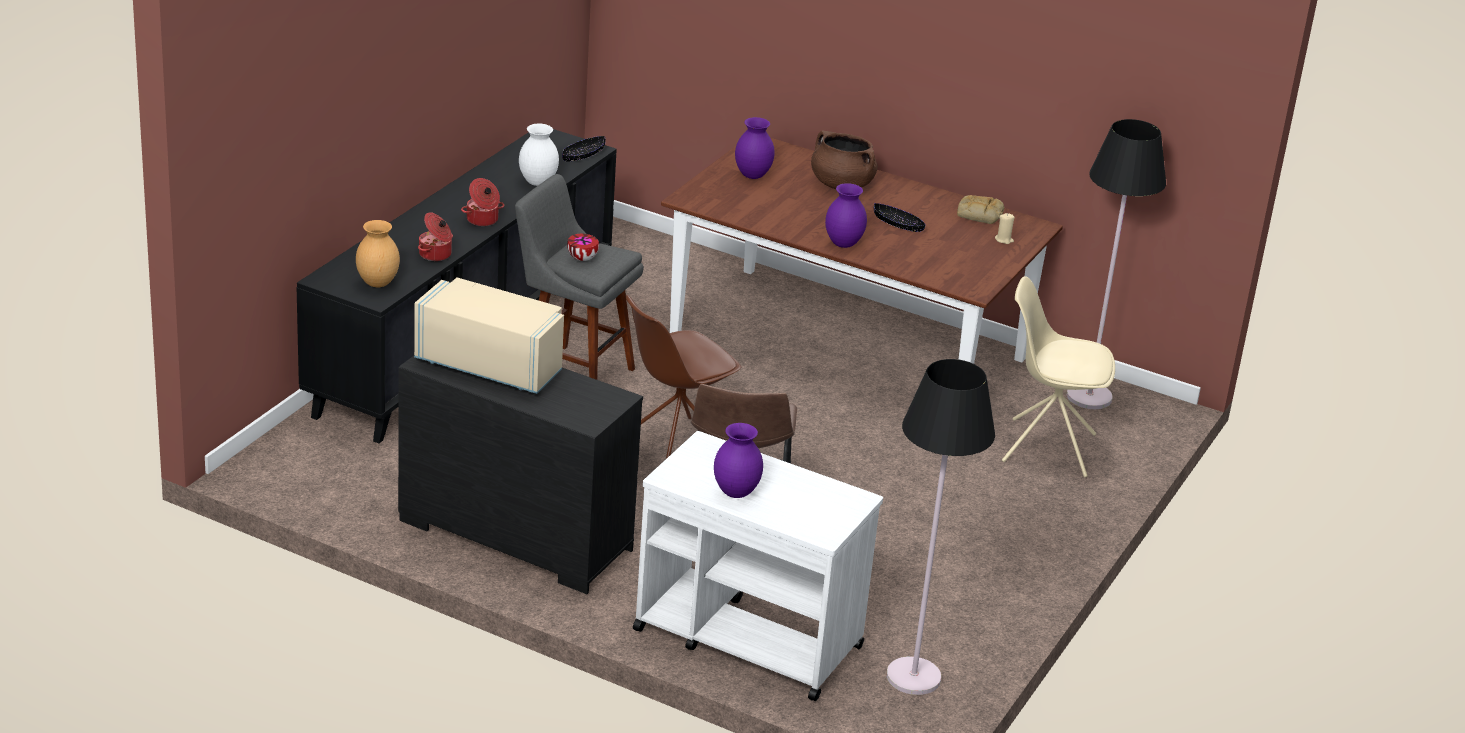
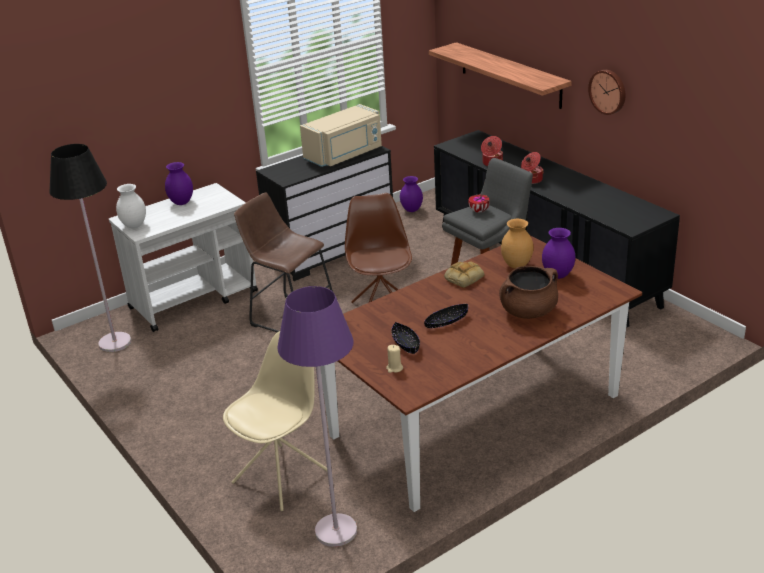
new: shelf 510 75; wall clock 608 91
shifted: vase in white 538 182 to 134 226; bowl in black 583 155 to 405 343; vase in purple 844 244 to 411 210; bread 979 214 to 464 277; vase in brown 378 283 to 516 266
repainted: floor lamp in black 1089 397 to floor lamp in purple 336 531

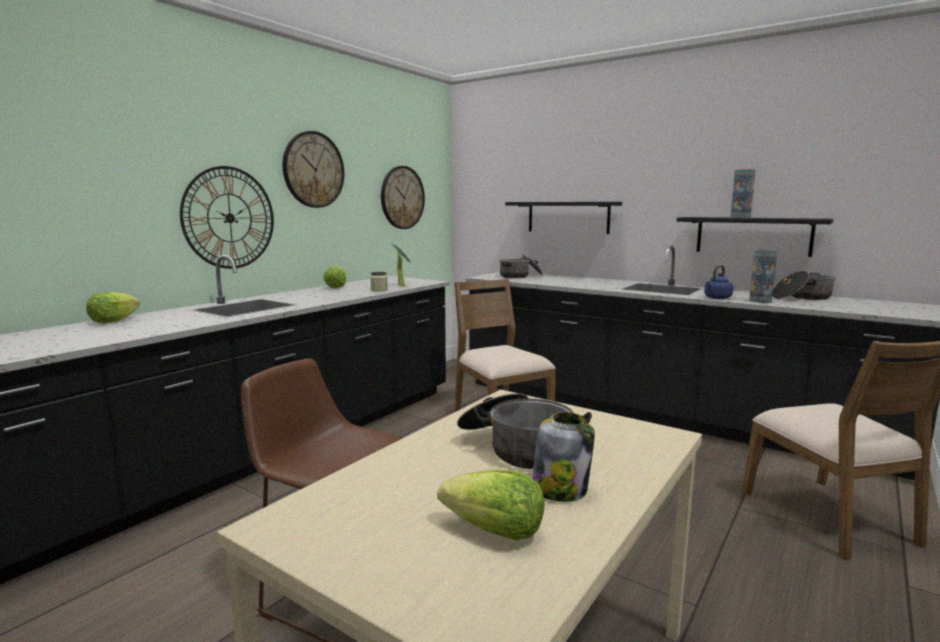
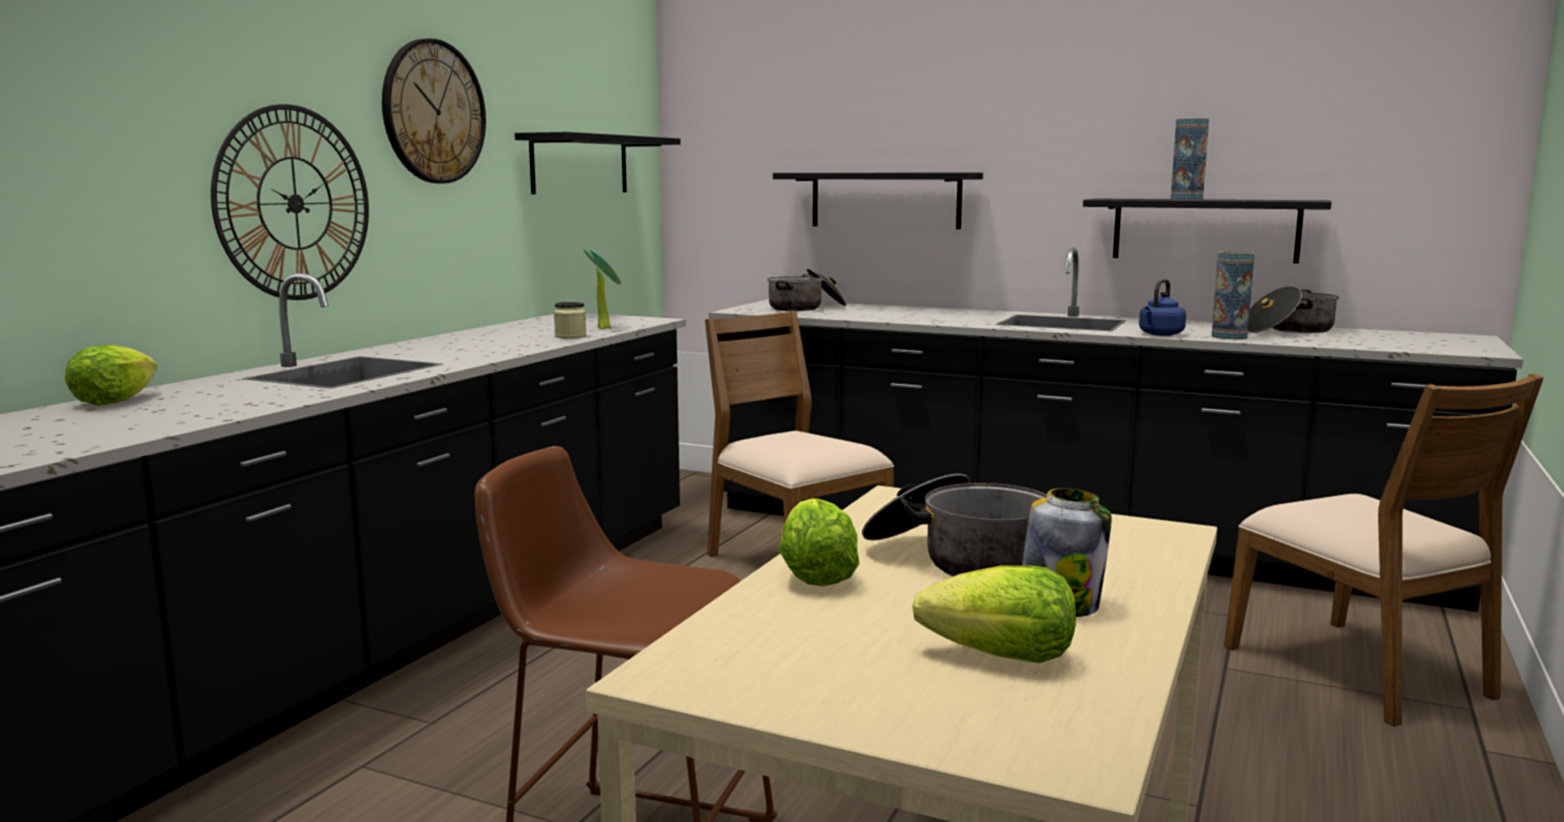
shifted: lettuce 336 287 to 815 576
swapped: wall clock 402 197 to shelf in black 580 164

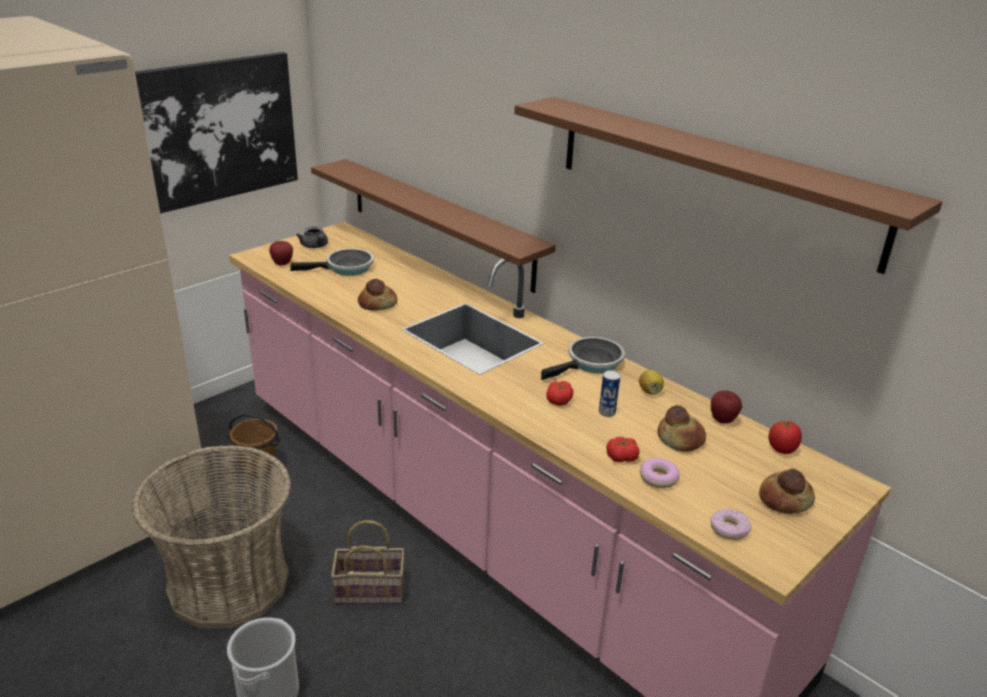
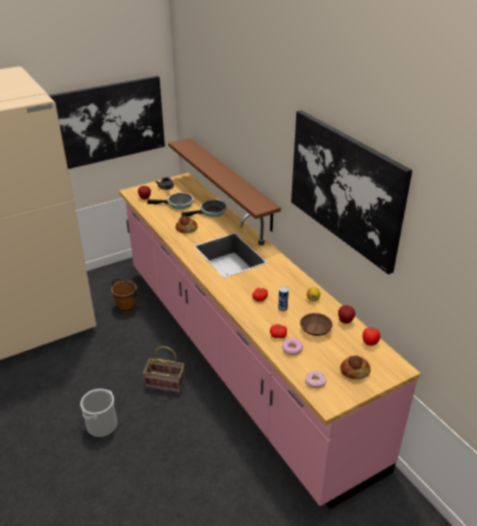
gone: basket 228 584
shifted: frying pan 591 363 to 211 212
swapped: shelf in brown 711 177 to picture 345 187; bread 680 439 to bowl in brown 315 329

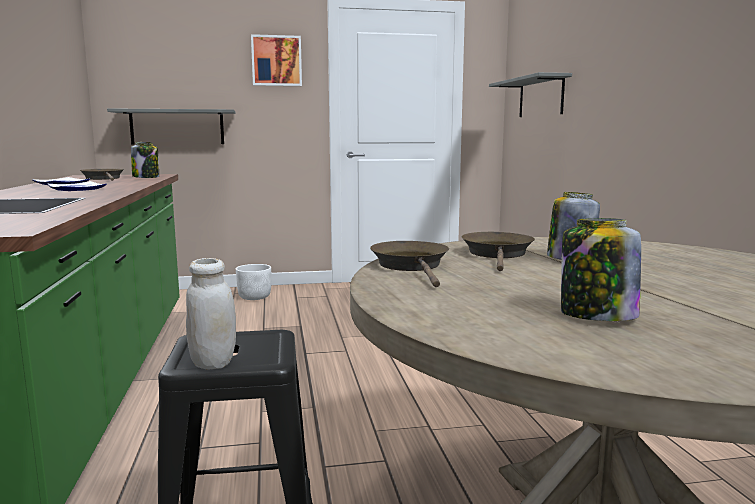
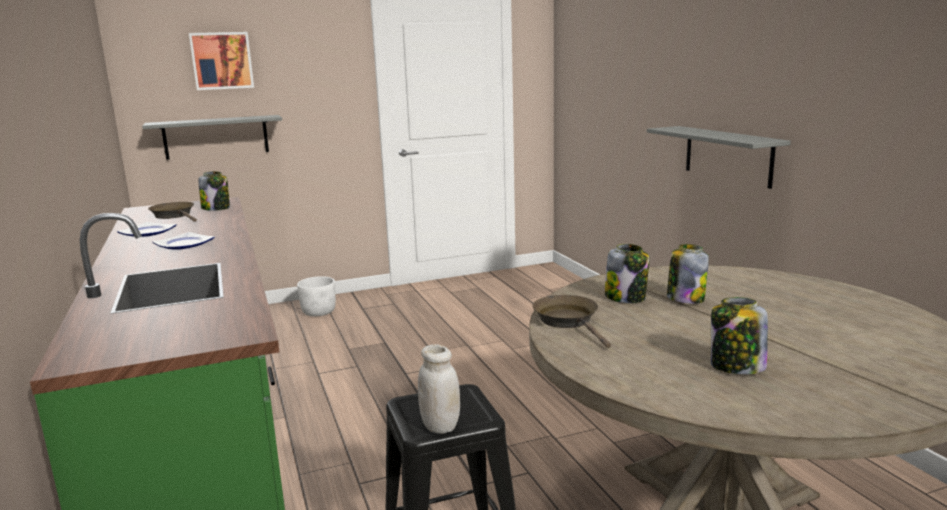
shifted: picture 276 61 to 222 61; shelf in grey 541 97 to 727 155
swapped: frying pan in brown 498 254 to jar 626 297

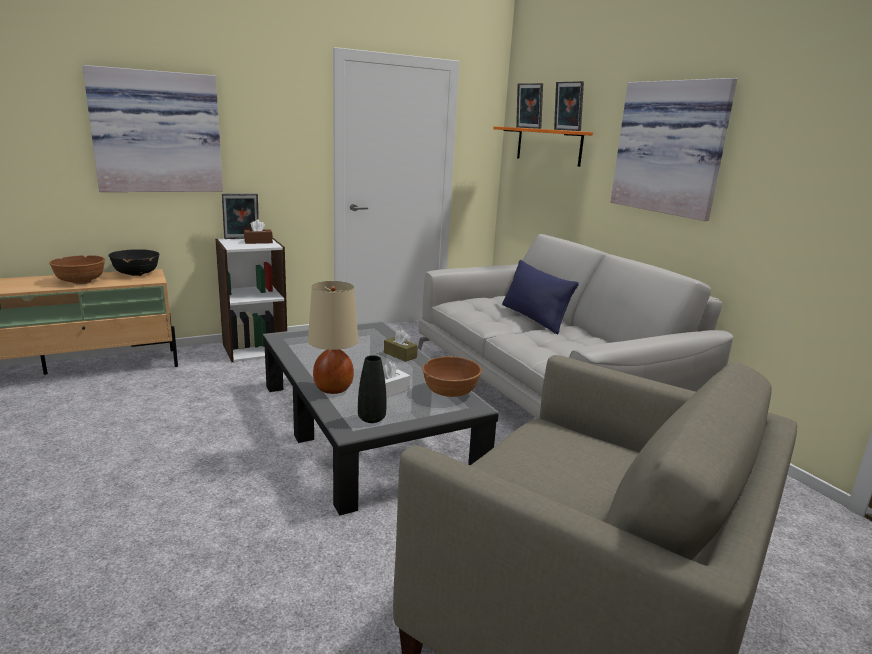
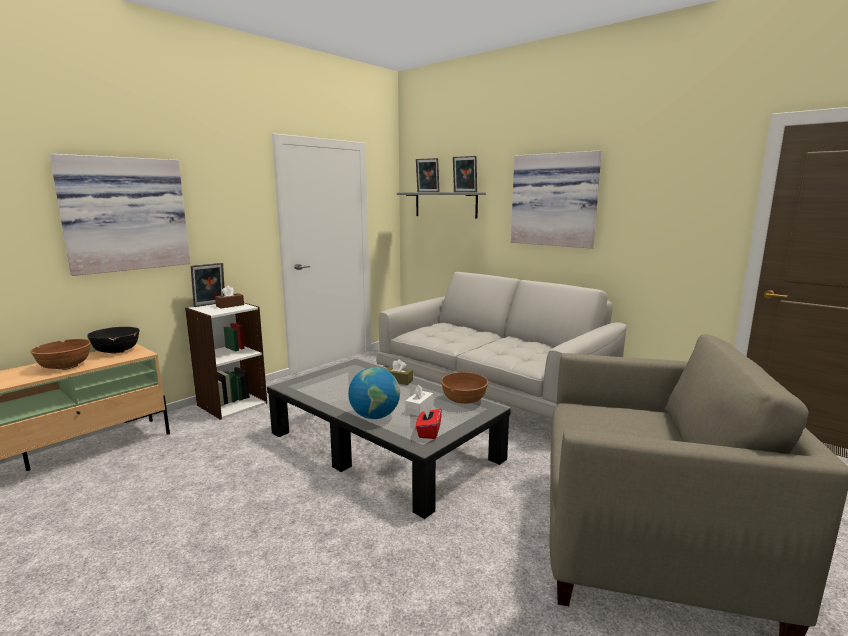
gone: pillow in blue 533 318
swapped: table lamp in beige 333 388 to globe 374 416; vase in black 371 418 to tissue box in red 428 432
repainted: shelf in orange 548 146 to shelf in grey 445 204

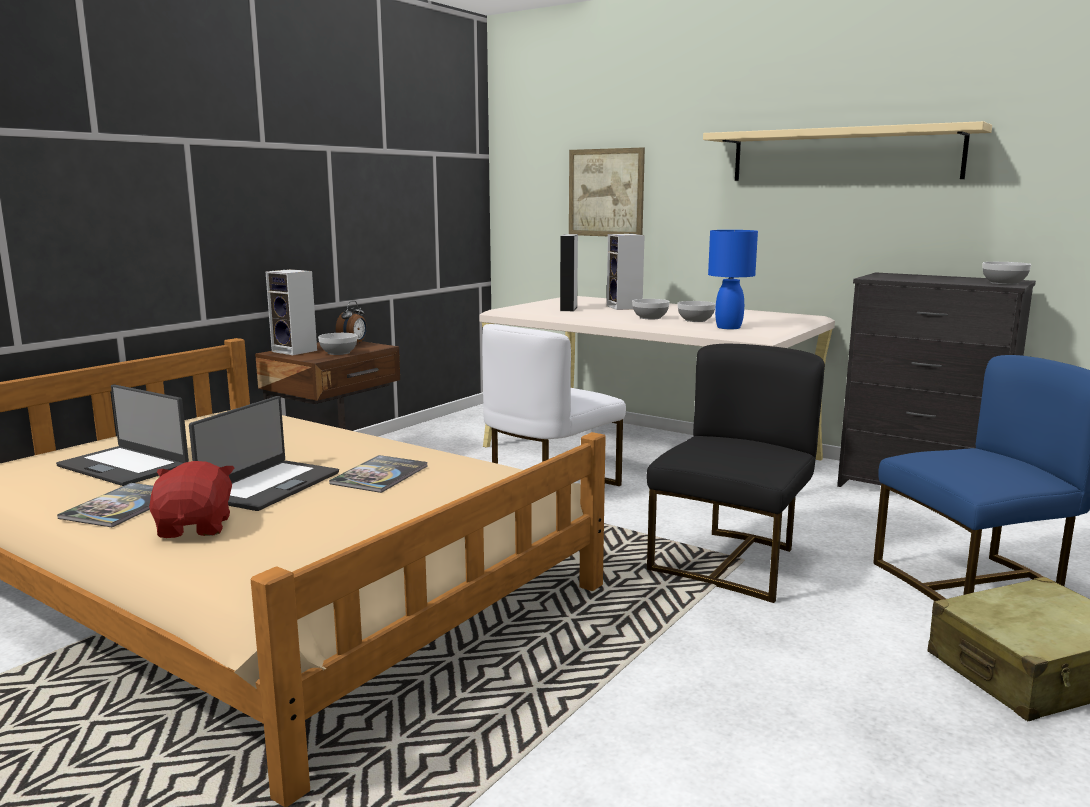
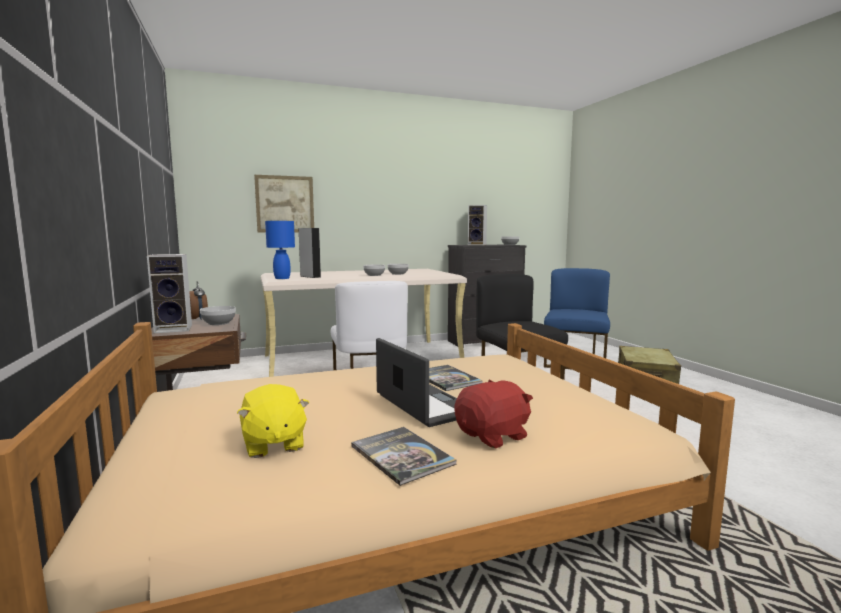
gone: shelf in beige 843 155
shifted: table lamp in blue 728 327 to 282 278; speaker 625 307 to 477 245
swapped: laptop 124 466 to plush toy in yellow 273 444
rotated: plush toy in red 196 527 = 493 436 120 degrees clockwise

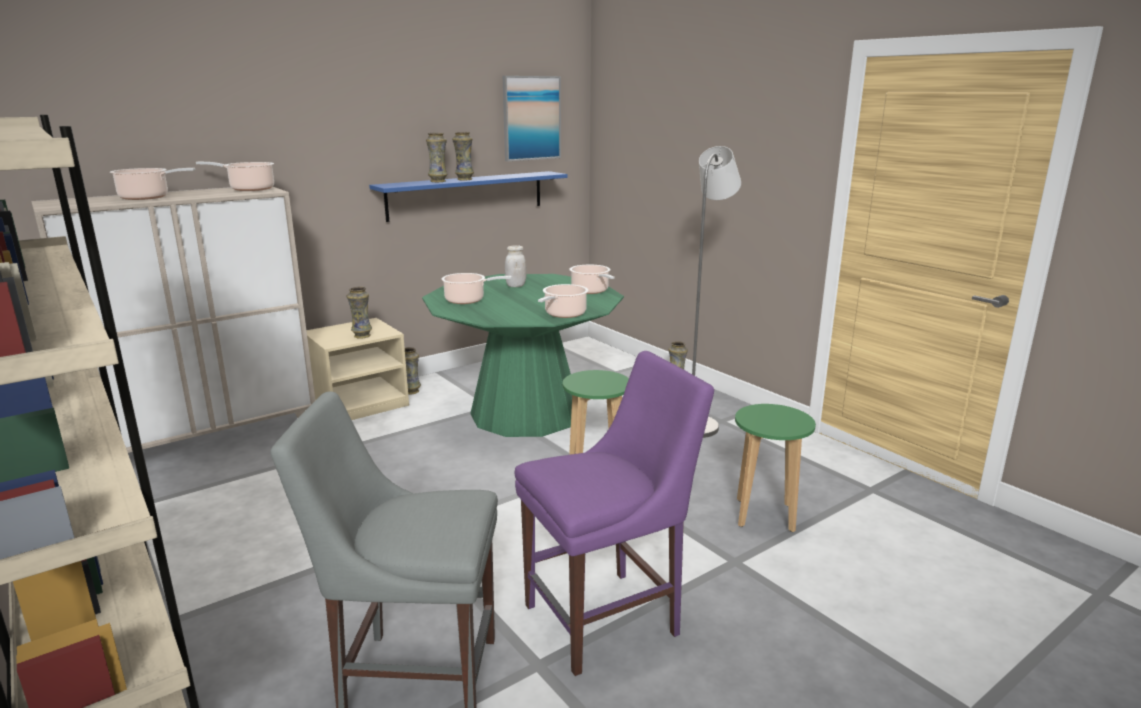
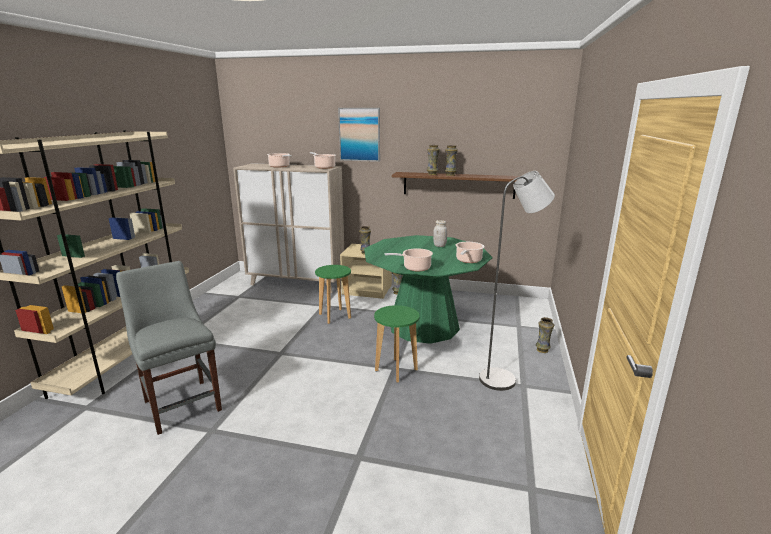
gone: cooking pot 467 300; chair in purple 608 617
shifted: stool in green 764 515 to 334 316; picture 531 118 to 359 134
repainted: shelf in blue 466 195 to shelf in brown 458 185

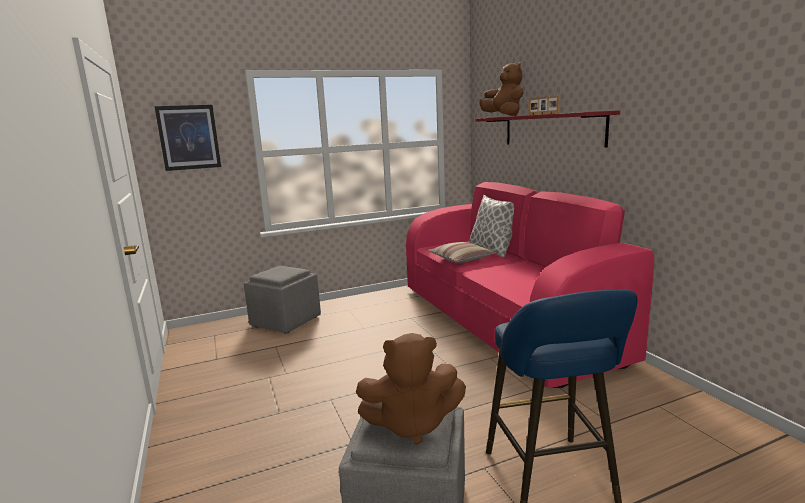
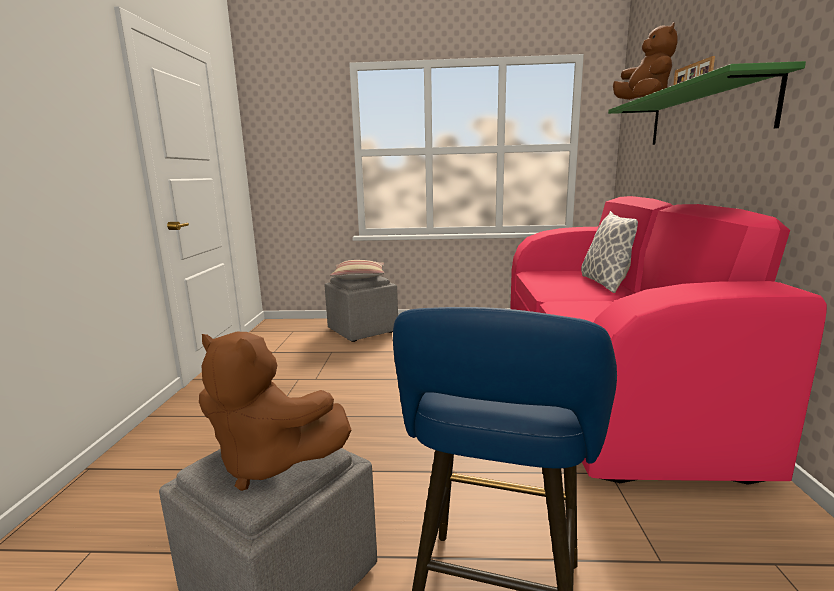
gone: picture 189 137
shifted: pillow 461 259 to 359 277
repainted: shelf in red 551 130 to shelf in green 705 114

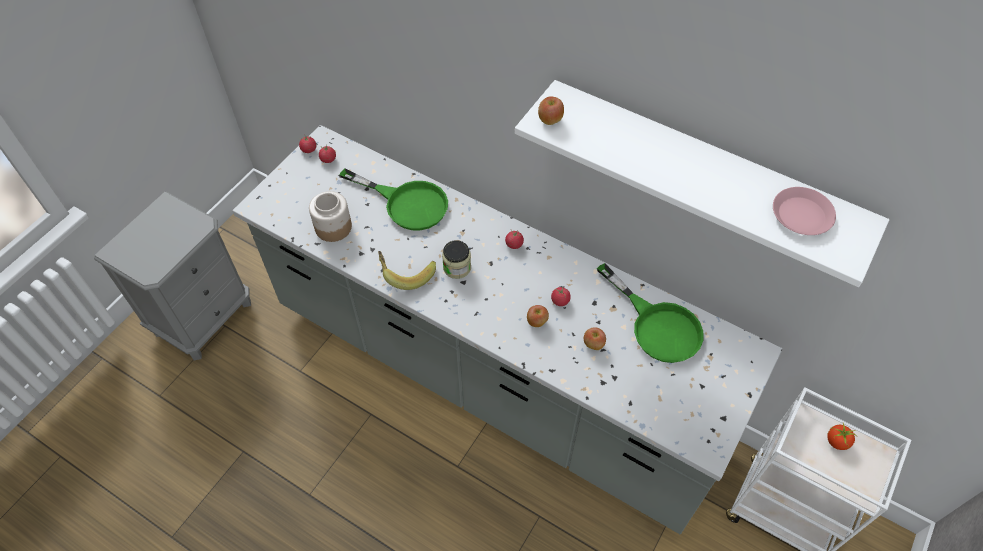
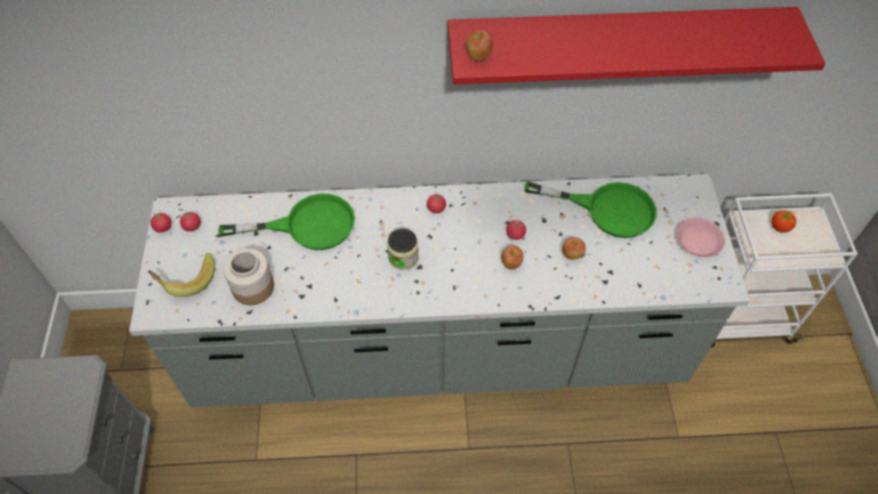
shifted: banana 406 273 to 186 279; plate in pink 801 215 to 698 241
repainted: shelf in white 703 170 to shelf in red 617 42

